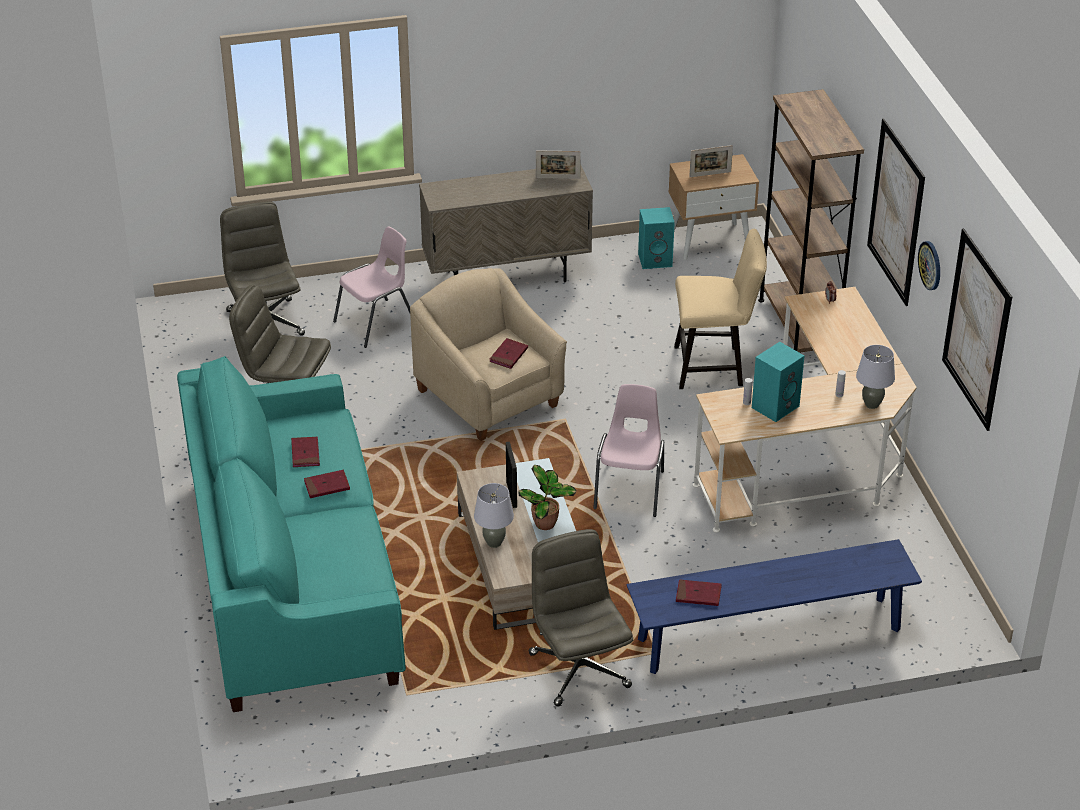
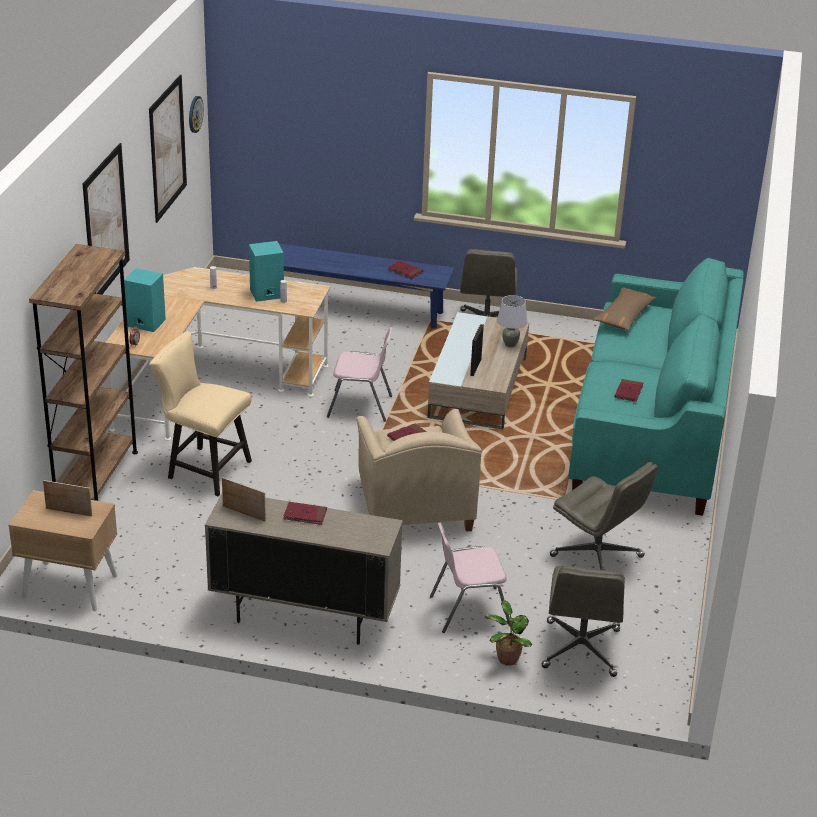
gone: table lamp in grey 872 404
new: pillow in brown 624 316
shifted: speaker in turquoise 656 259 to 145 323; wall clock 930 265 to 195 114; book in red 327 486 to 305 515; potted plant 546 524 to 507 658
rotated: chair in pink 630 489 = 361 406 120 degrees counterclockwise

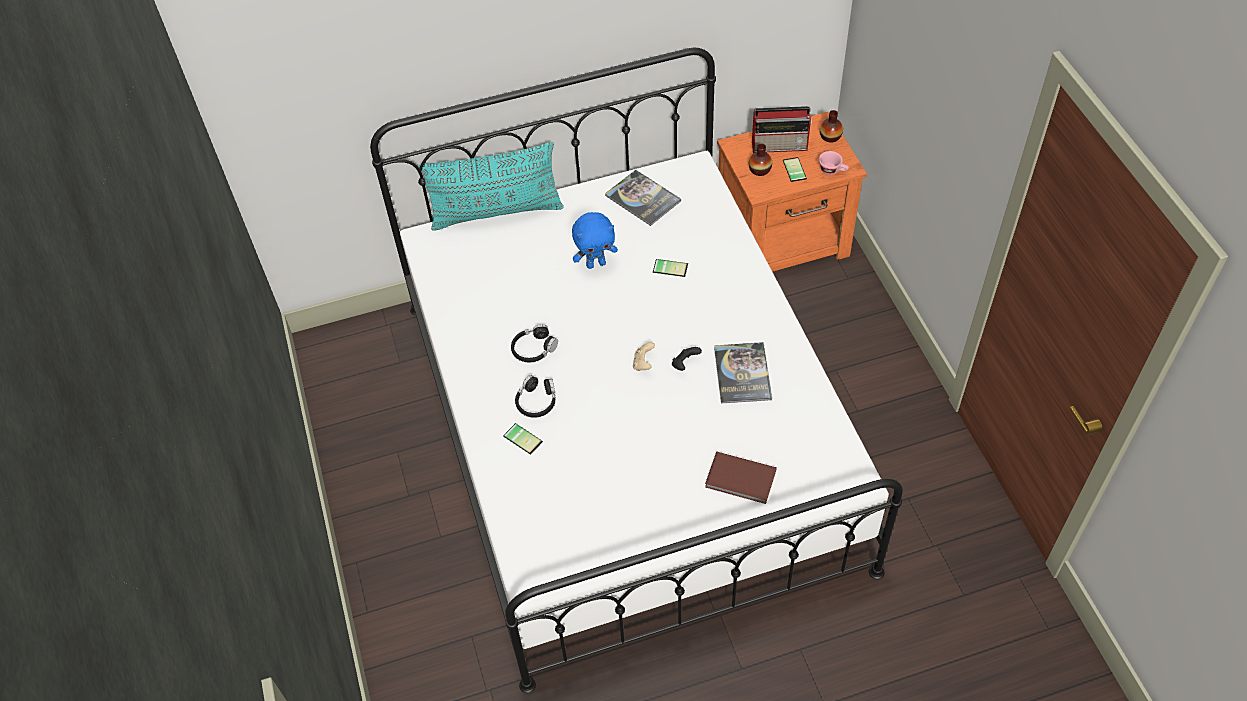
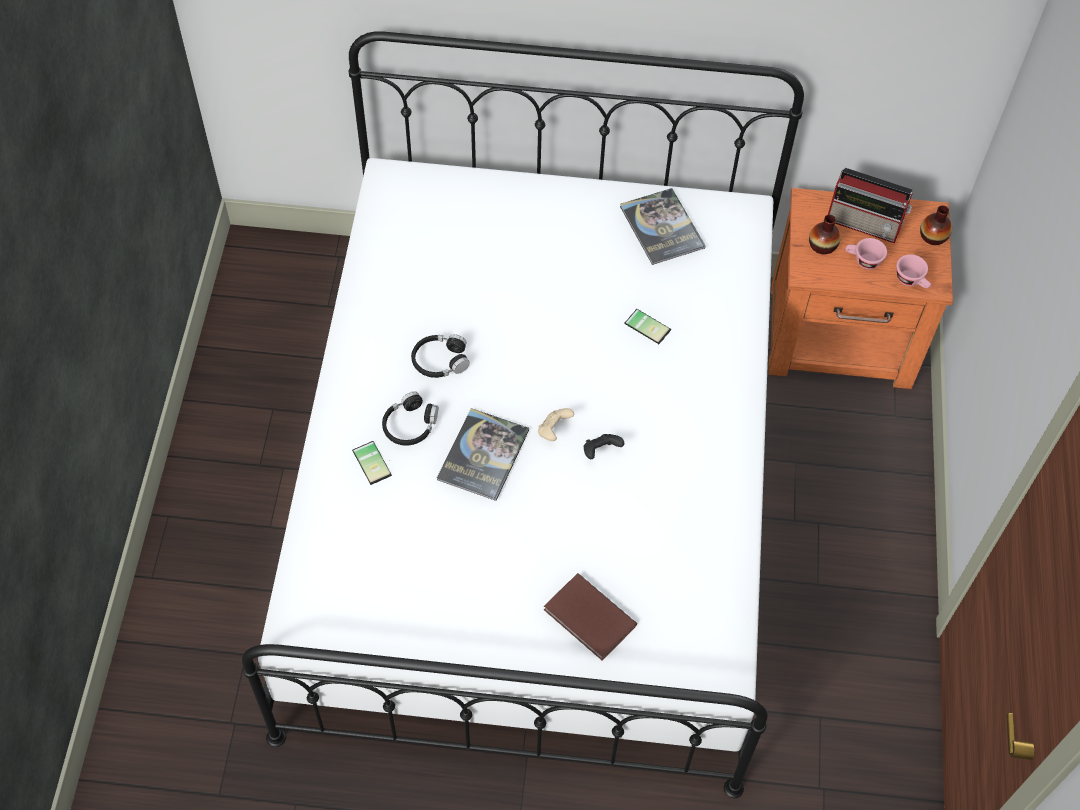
gone: pillow in turquoise 496 212; plush toy in blue 596 263
shifted: book 742 373 to 483 455
swapped: phone 792 170 to cup in pink 863 261

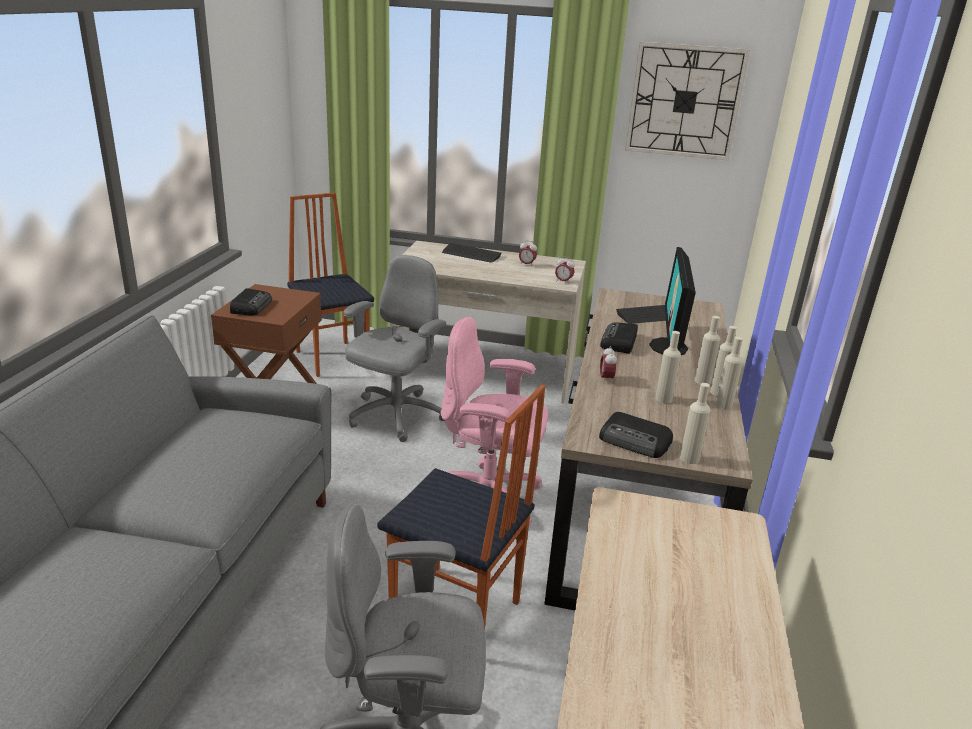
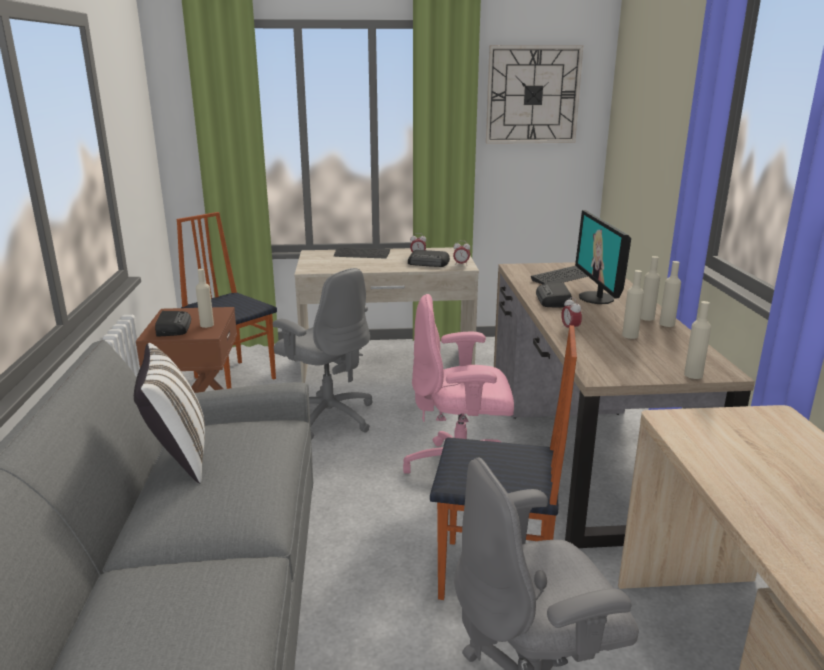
new: pillow in white 177 457
shifted: bottle in beige 723 405 to 207 325; radio 635 441 to 429 263
rotated: office chair in grey 395 416 = 328 417 120 degrees clockwise

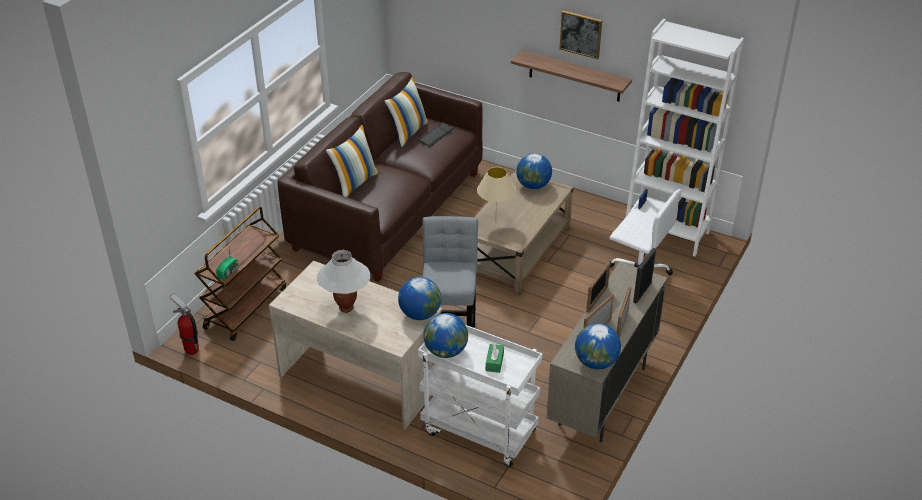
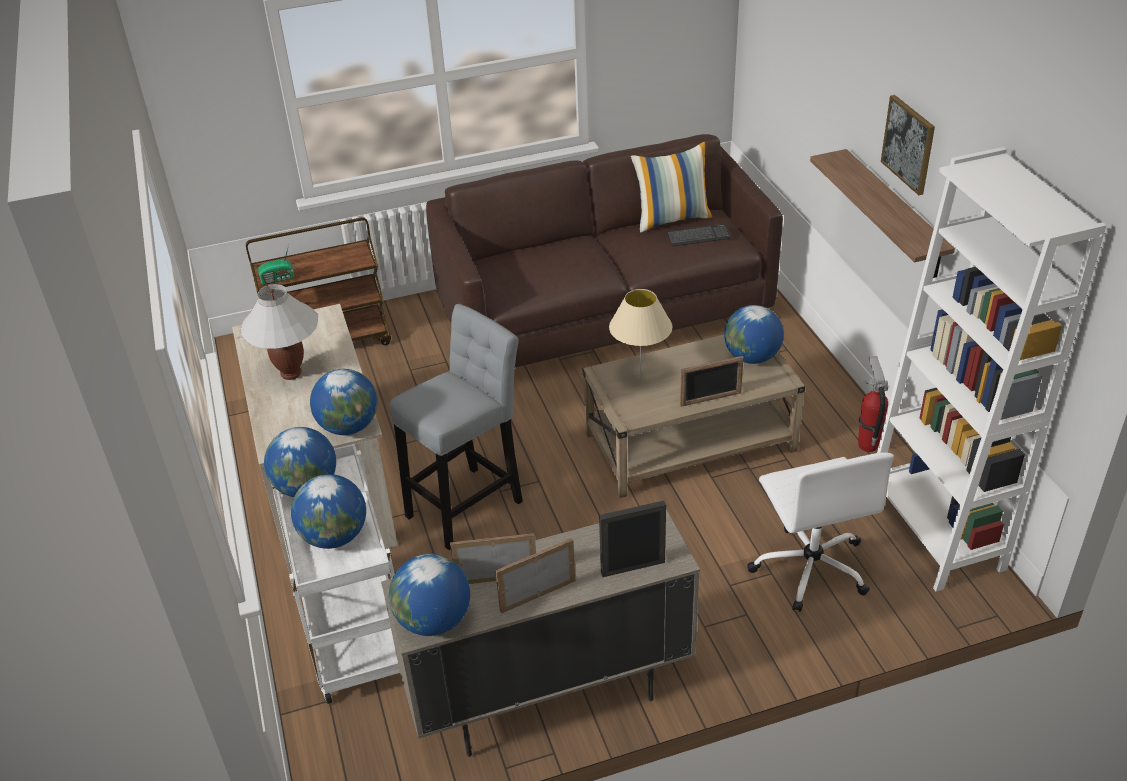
gone: pillow 355 182
shifted: picture frame 597 299 to 710 399; fire extinguisher 191 350 to 867 445
swapped: tissue box in green 494 362 to globe 334 537

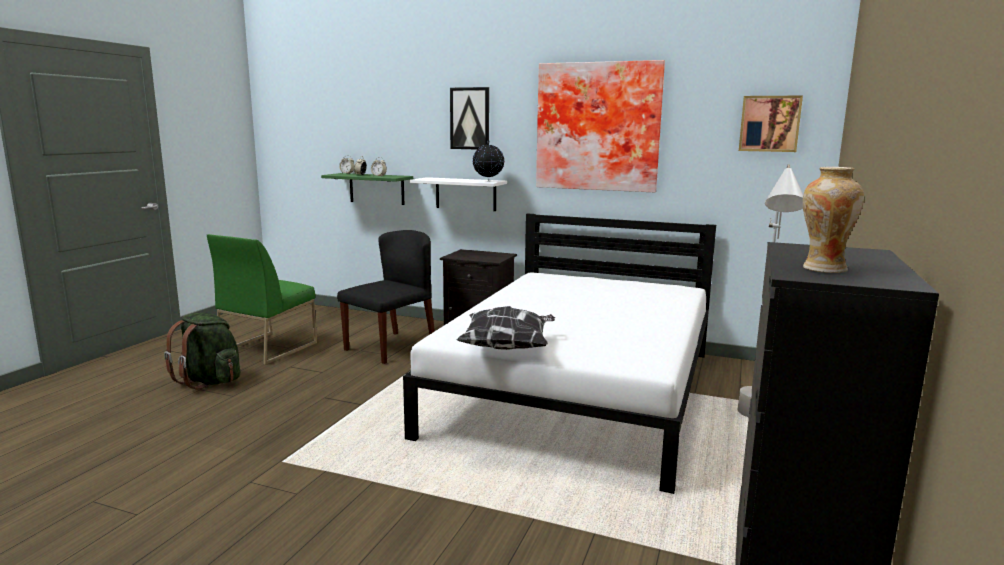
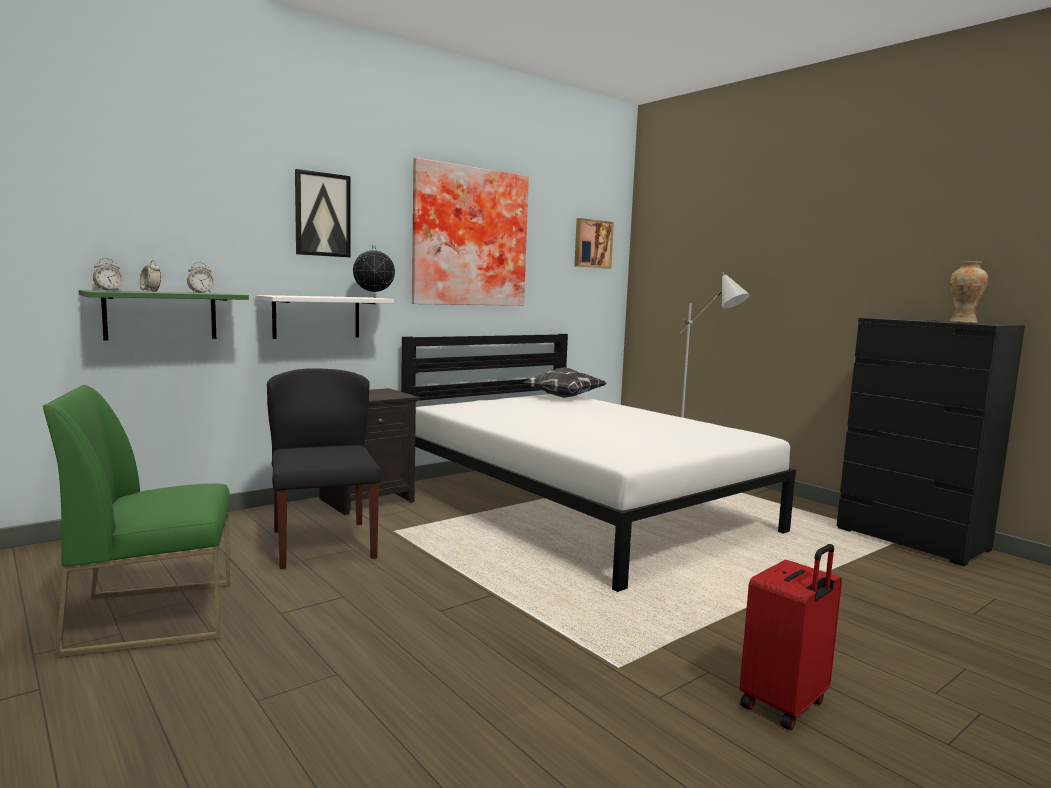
gone: backpack in green 210 381
new: suitcase in red 785 705
shifted: pillow 508 348 to 563 397
rotated: chair in green 268 348 = 154 616 105 degrees clockwise

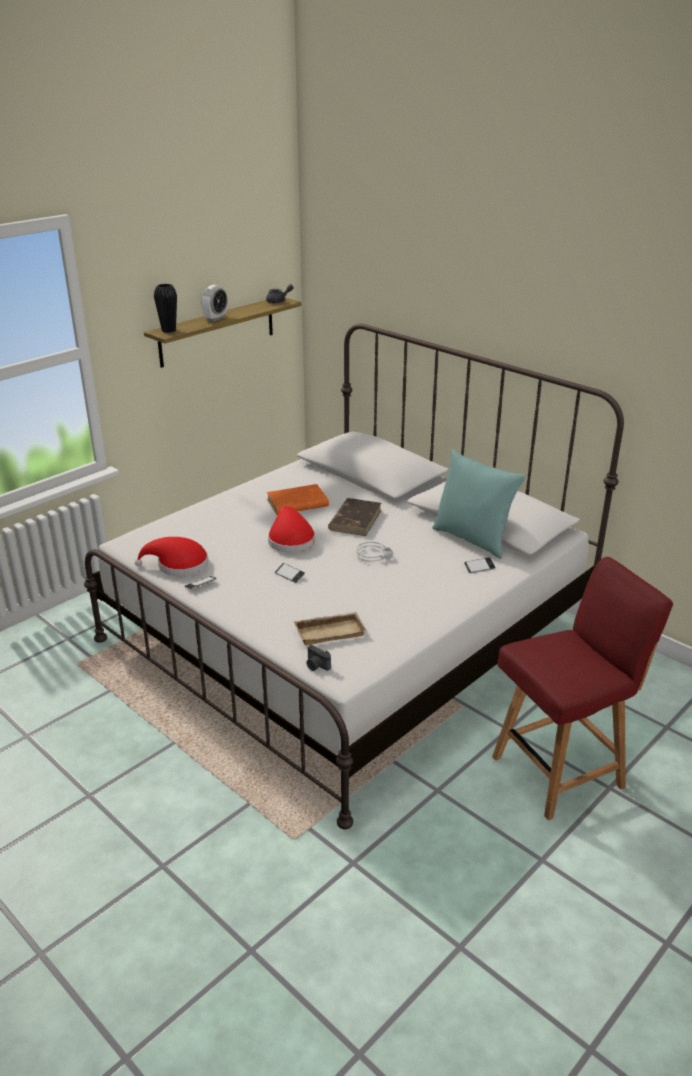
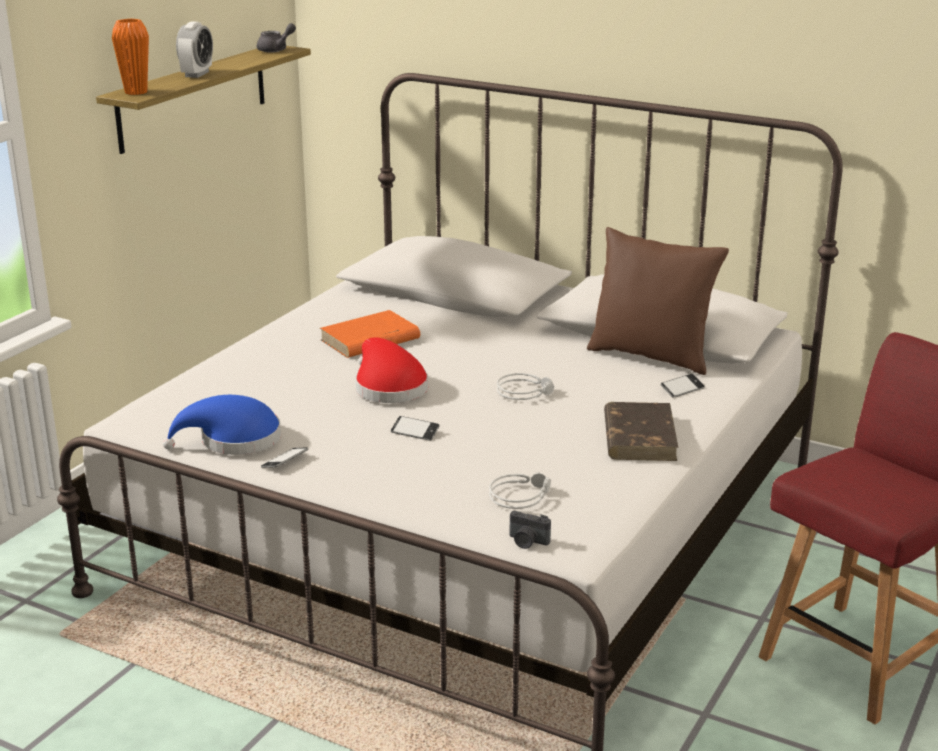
shifted: book in brown 355 519 to 639 436
swapped: tray in beige 330 631 to headphones in grey 520 495
repainted: vase in black 169 330 to vase in orange 136 92; hat in red 178 565 to hat in blue 233 440; pillow in turquoise 473 539 to pillow in brown 651 356

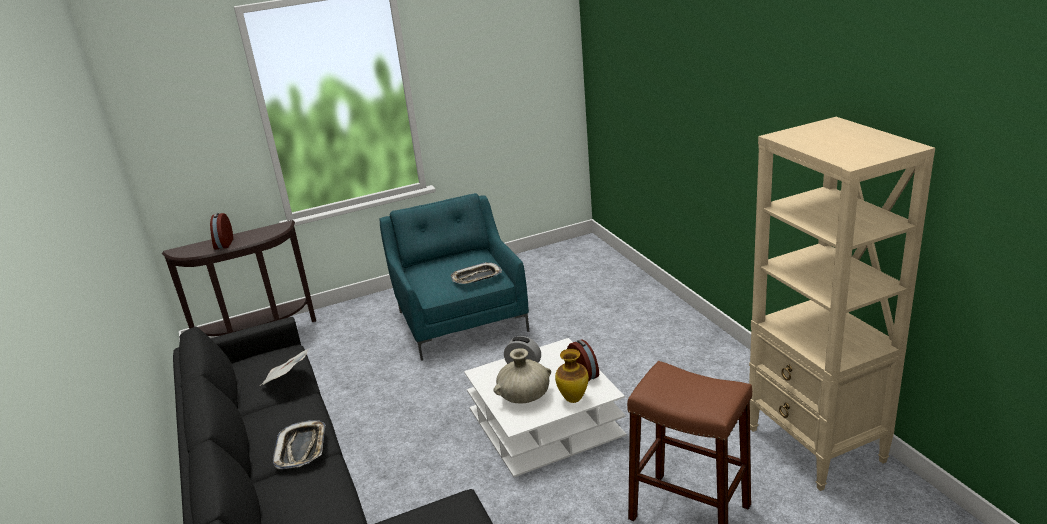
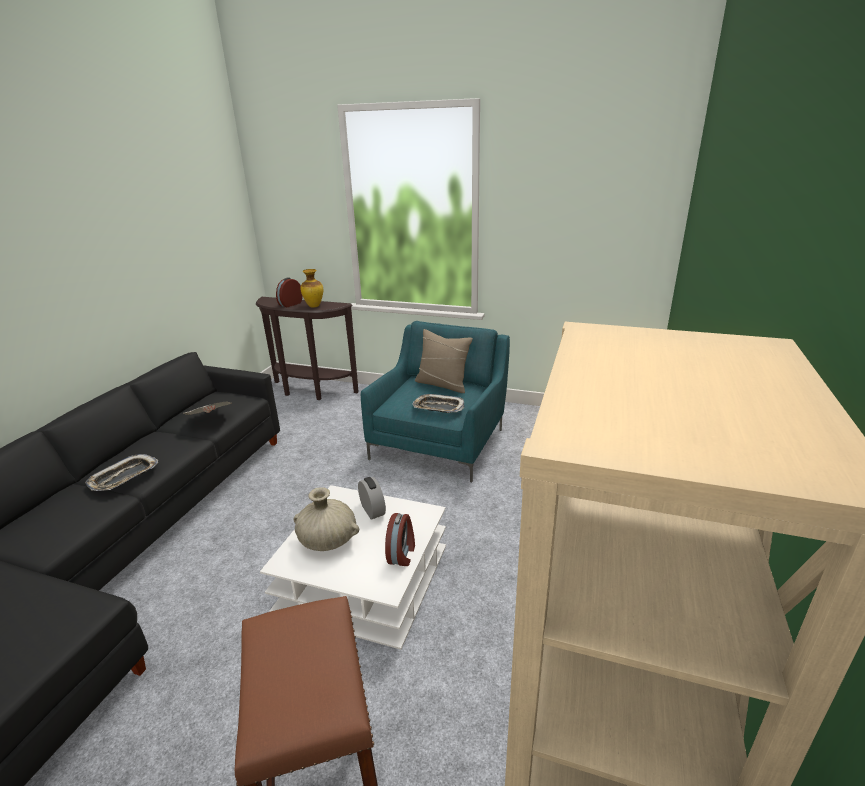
new: pillow in beige 442 384
shifted: vase 573 398 to 314 306

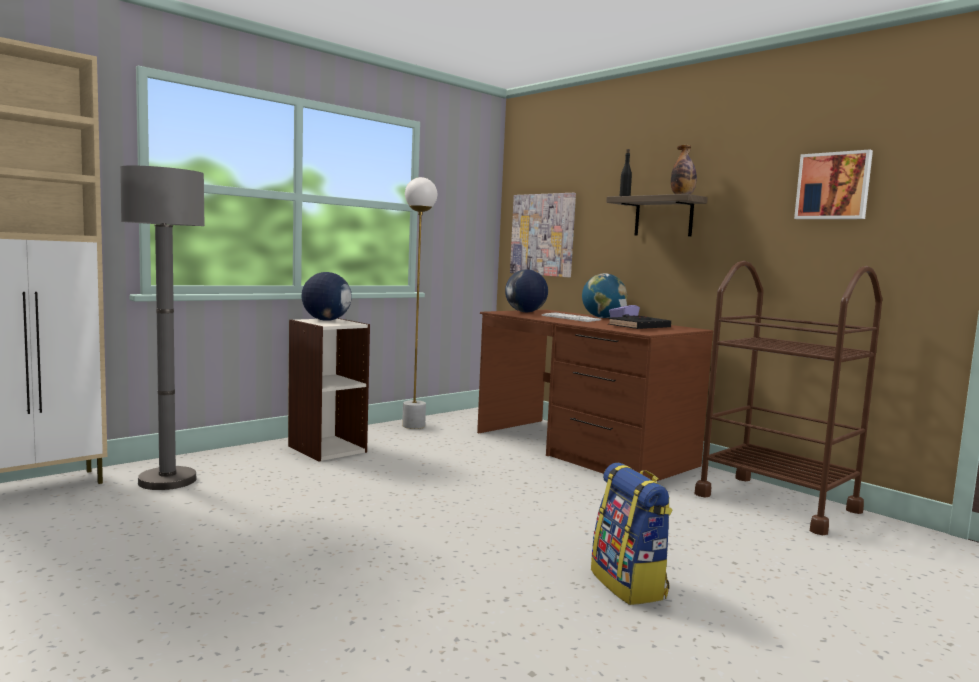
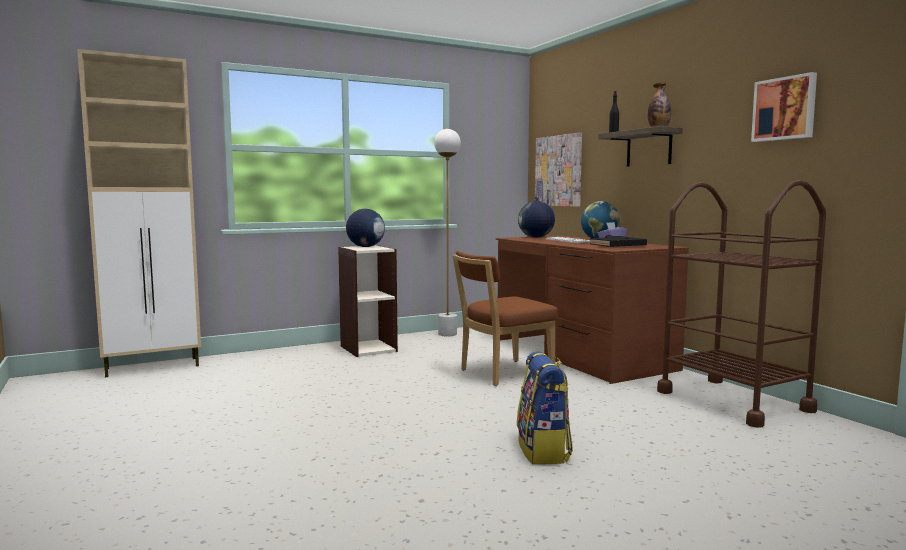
gone: floor lamp in grey 167 480
new: chair in brown 502 373

